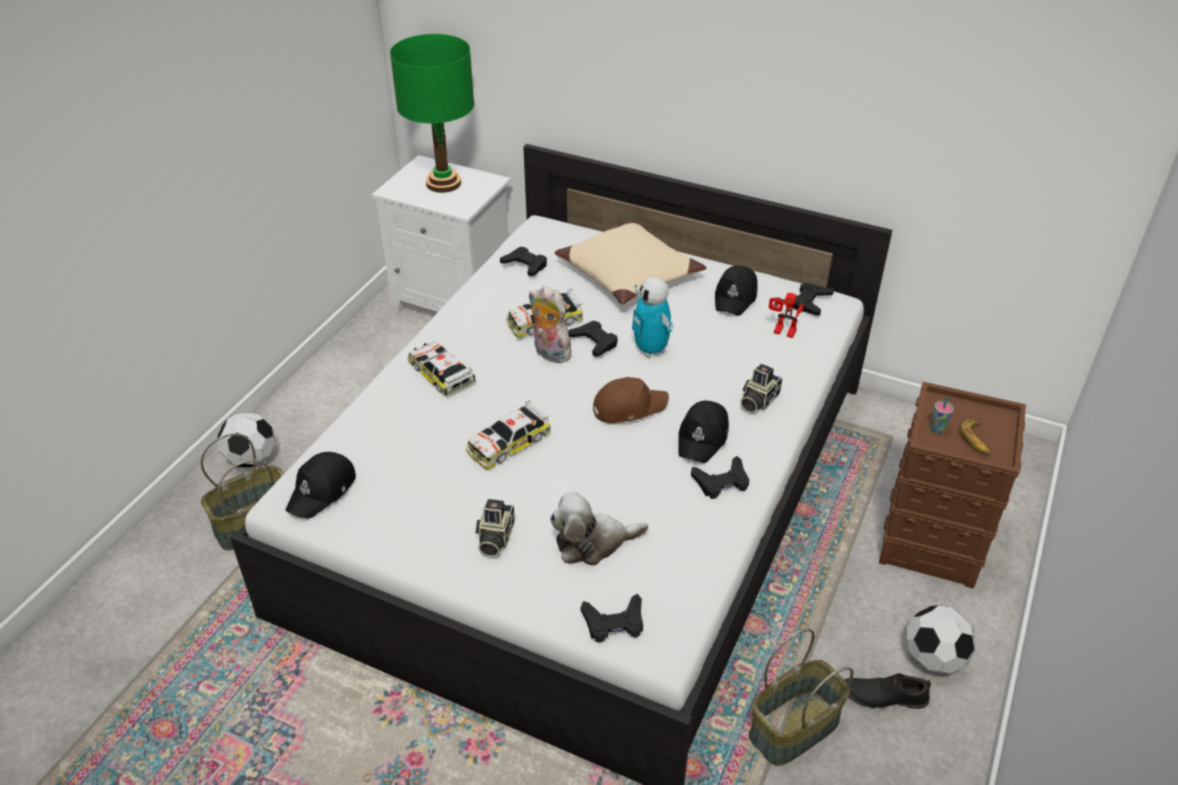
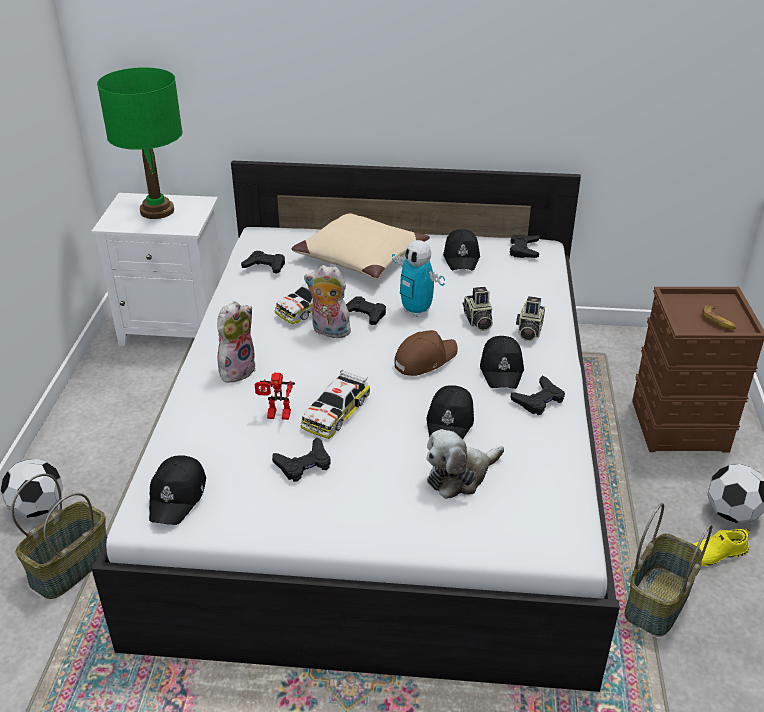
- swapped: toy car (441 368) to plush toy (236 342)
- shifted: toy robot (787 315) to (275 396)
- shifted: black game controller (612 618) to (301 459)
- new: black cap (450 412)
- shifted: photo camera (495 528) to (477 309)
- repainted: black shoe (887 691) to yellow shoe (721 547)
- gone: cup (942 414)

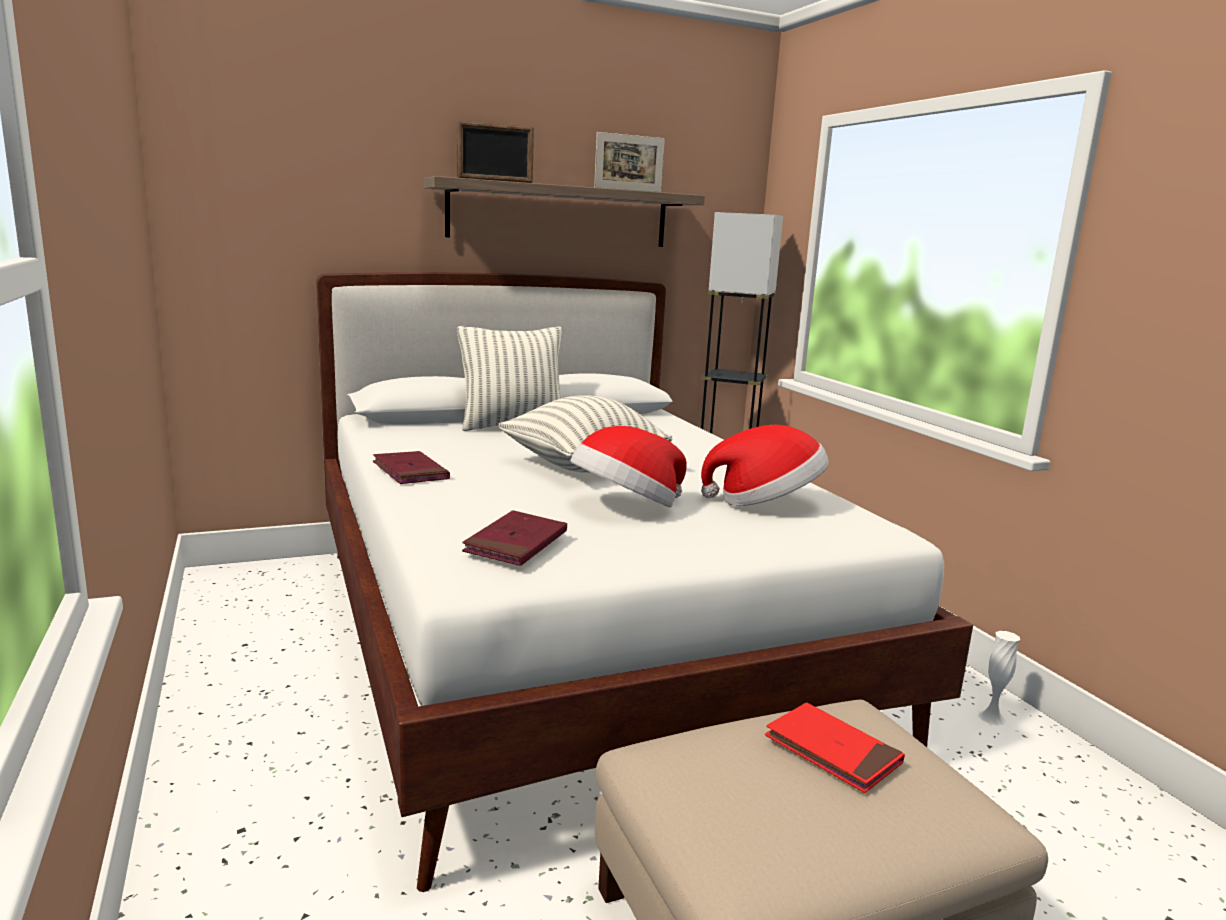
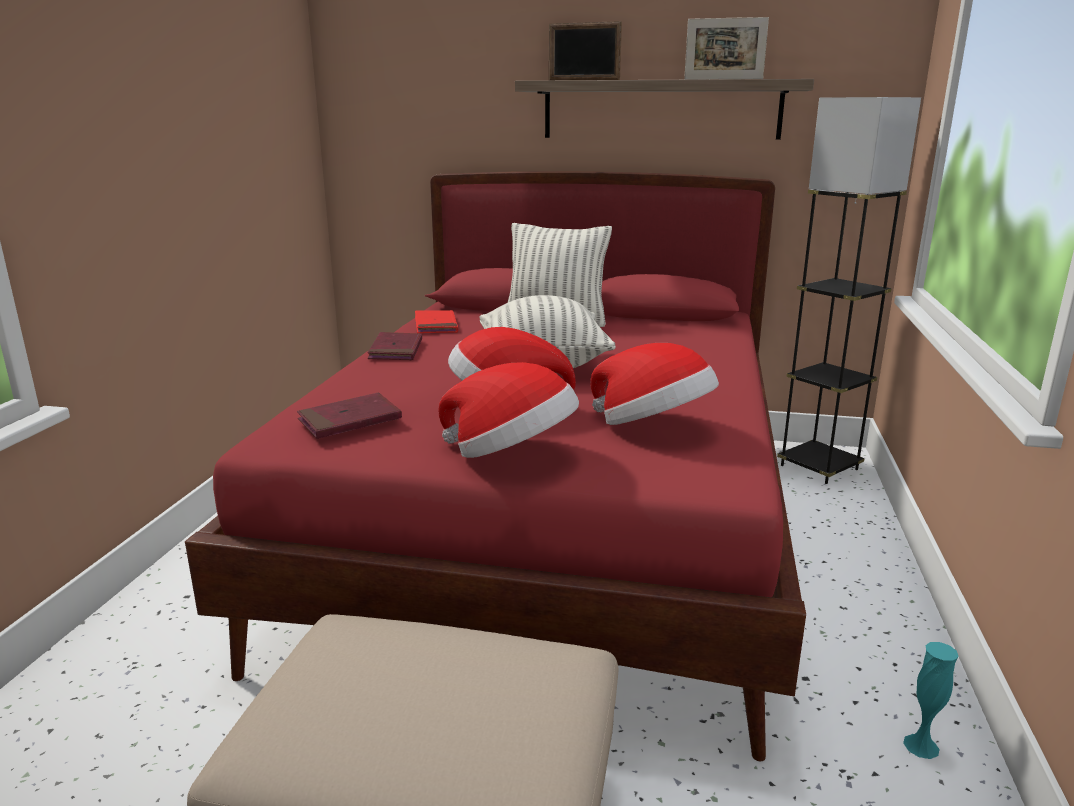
- repainted: white bed (644 582) to red bed (495 466)
- shifted: red book (835 748) to (436 321)
- new: hat (508 410)
- repainted: white vase (999 678) to turquoise vase (930 700)

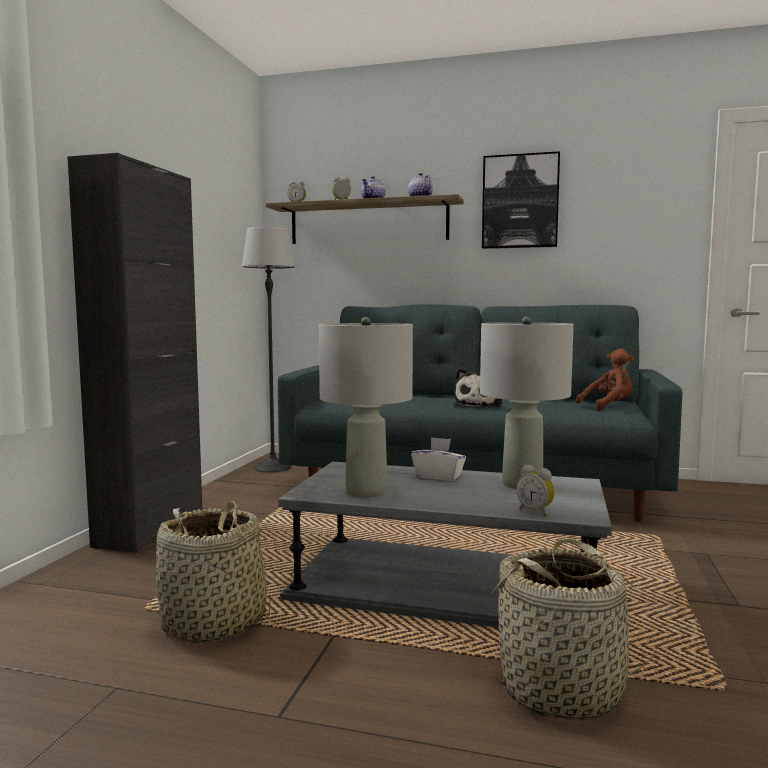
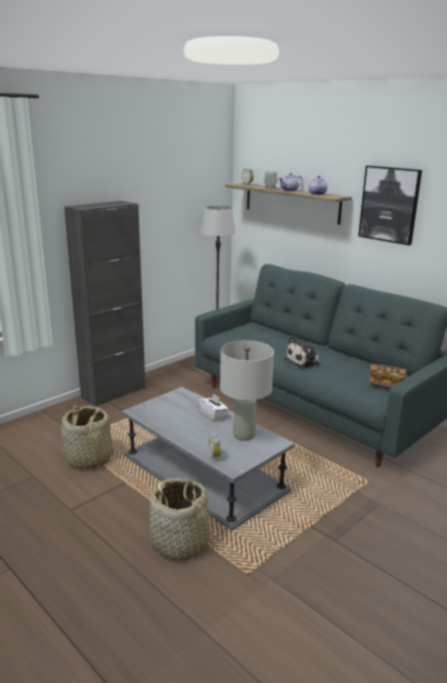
- swapped: brown plush toy (605 380) to book (387 375)
- gone: grey table lamp (366 407)

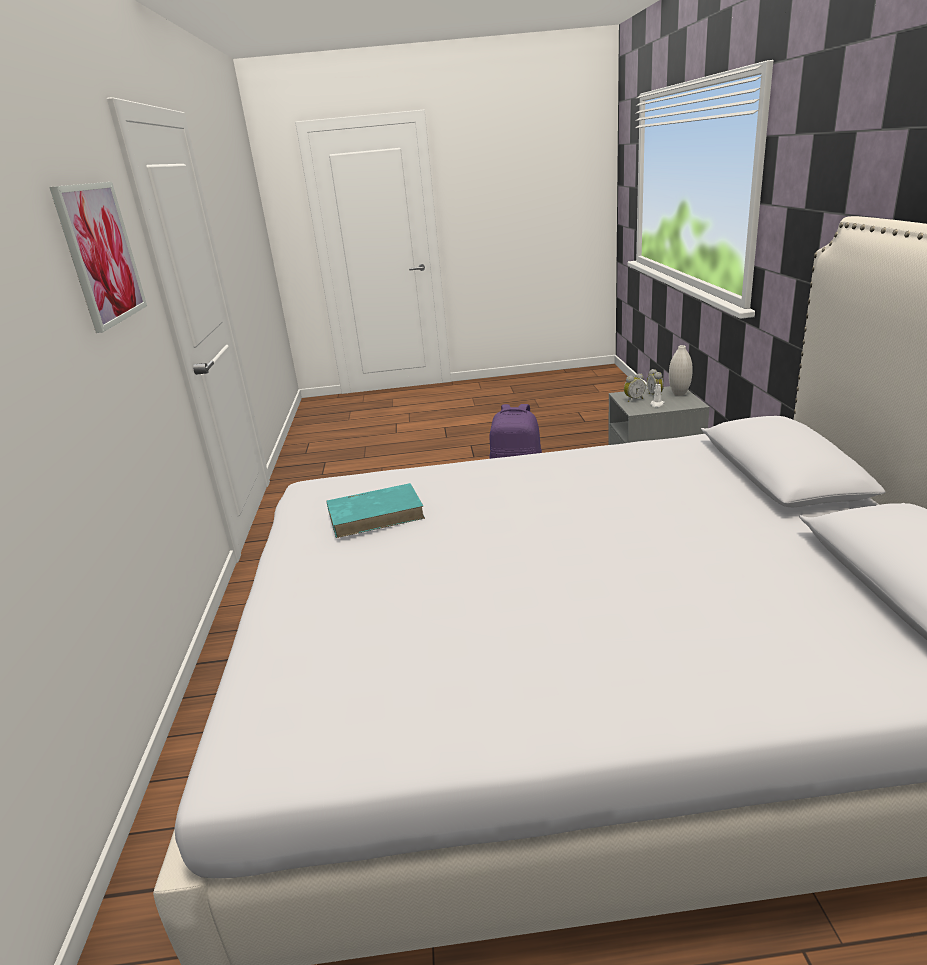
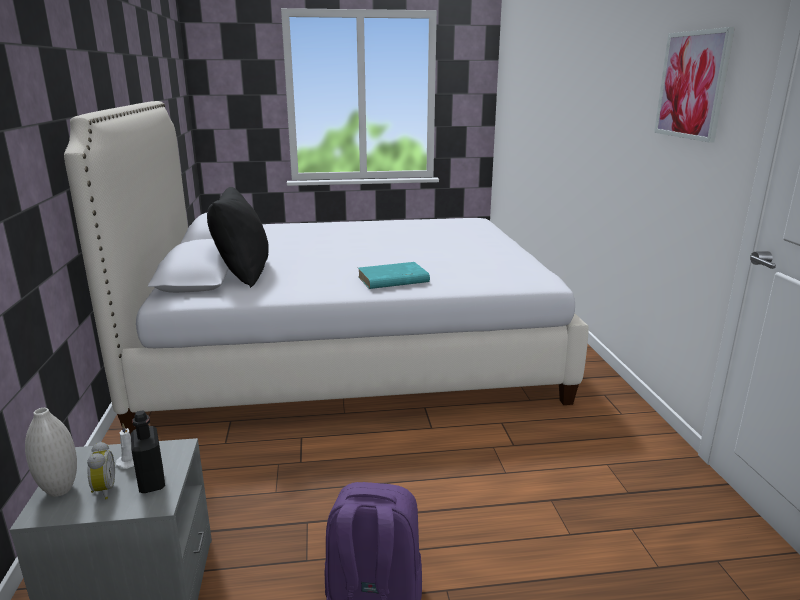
- swapped: alarm clock (635 388) to black bottle (148 451)
- new: black pillow (238 237)
- shifted: turquoise book (375 510) to (394 275)

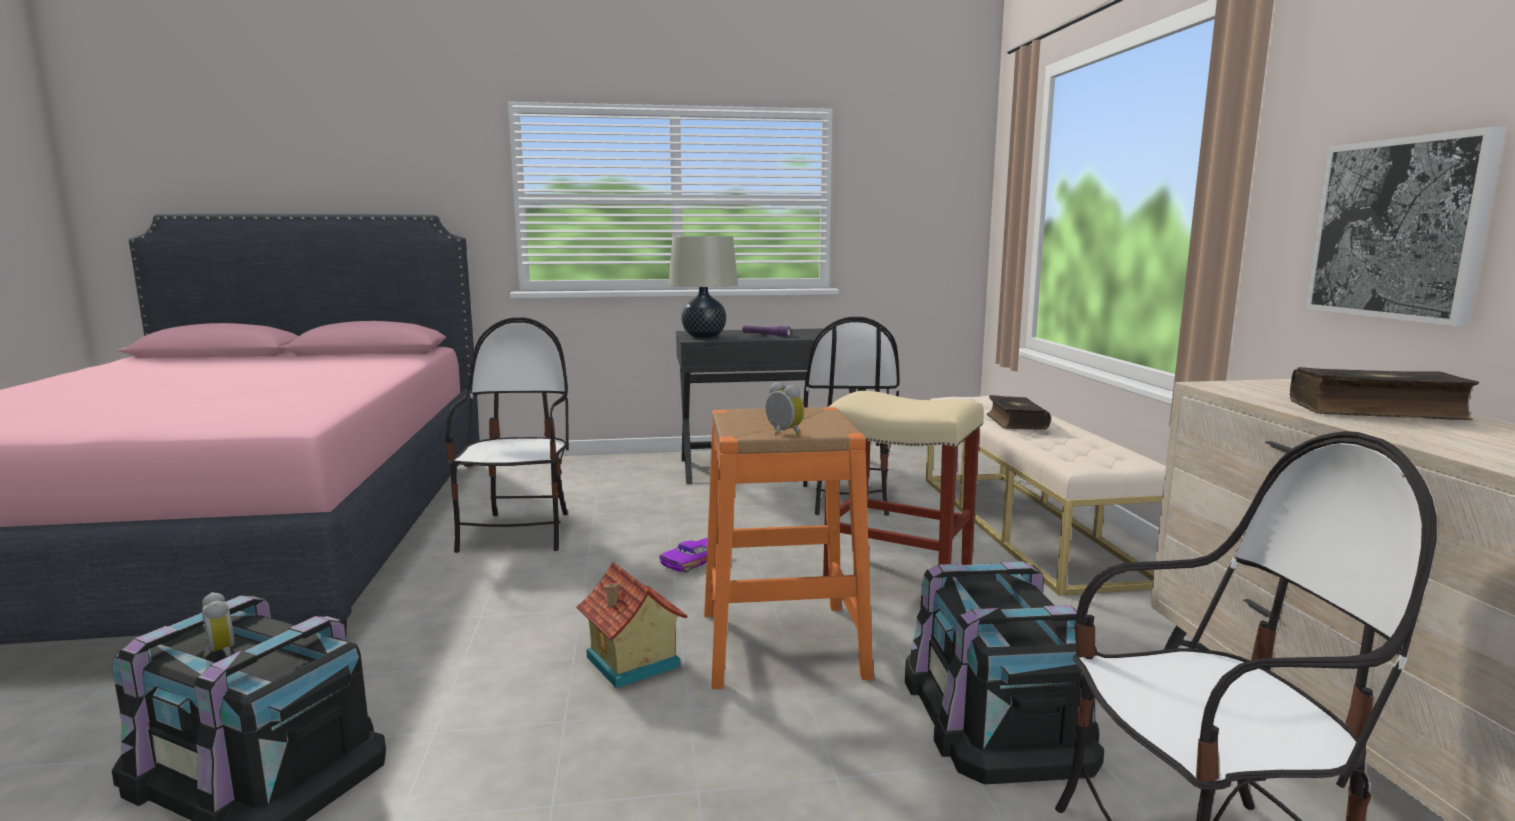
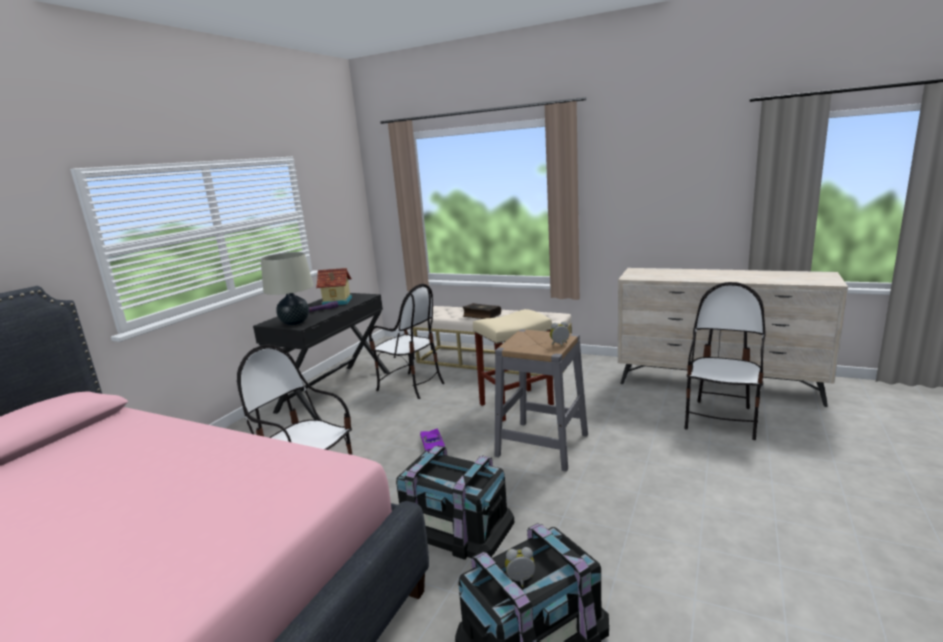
- shifted: toy house (631 625) to (334 286)
- shifted: black storage box (1004 672) to (455 503)
- repainted: orange stool (788 548) to grey stool (541 400)
- gone: book (1385 393)
- gone: picture (1405 226)

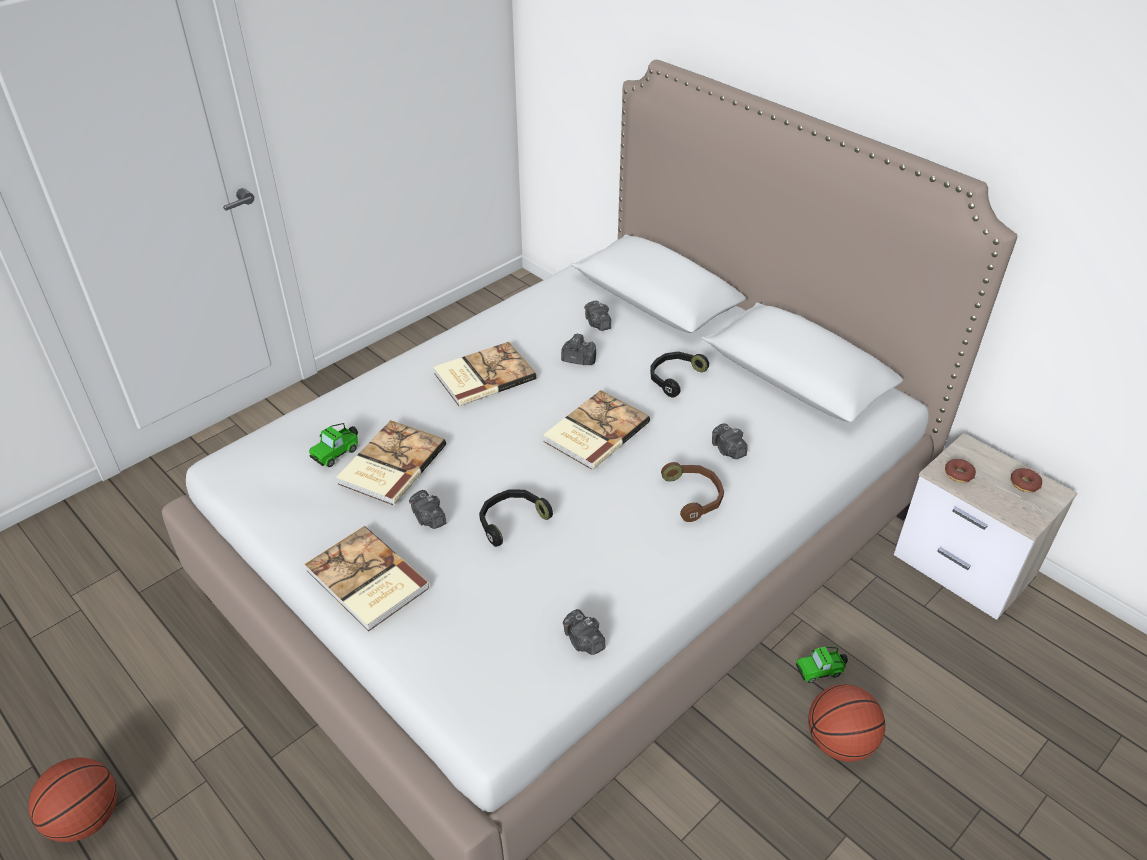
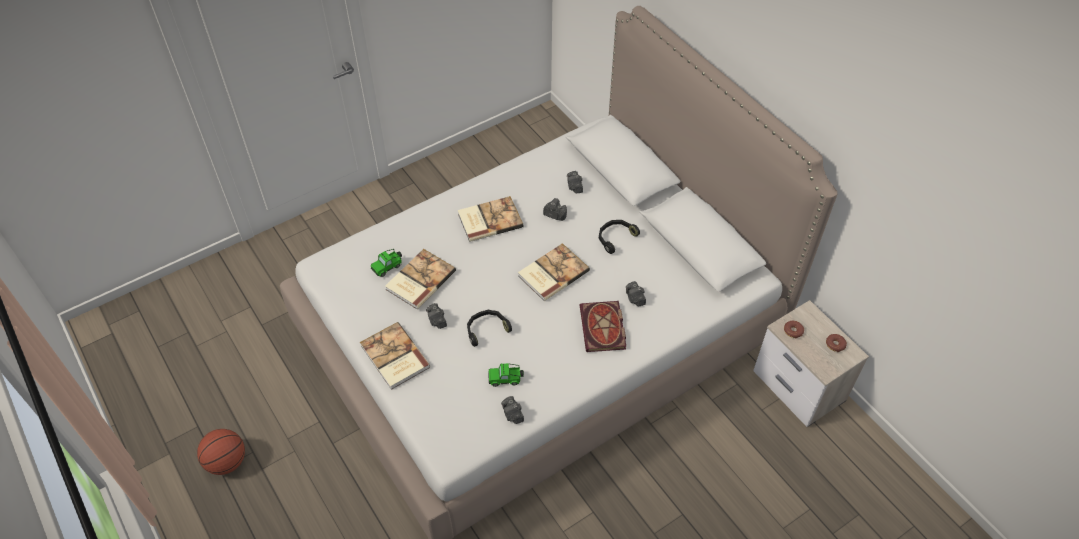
- shifted: toy car (822 665) to (506 375)
- swapped: brown headphones (692 492) to book (603 326)
- gone: basketball (846 723)

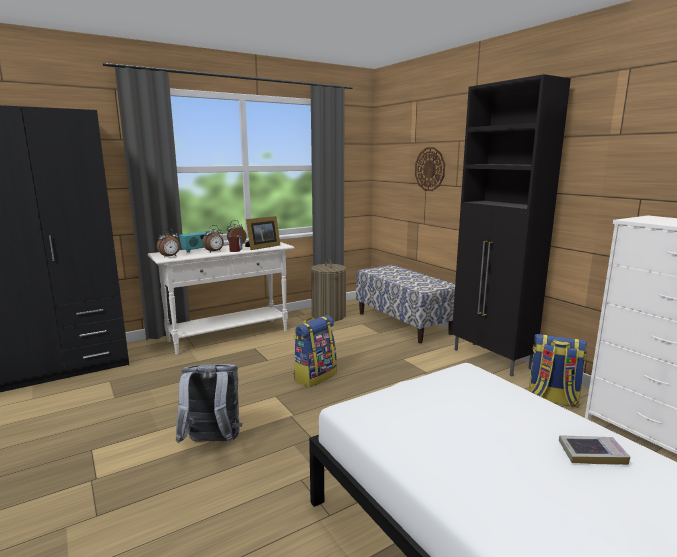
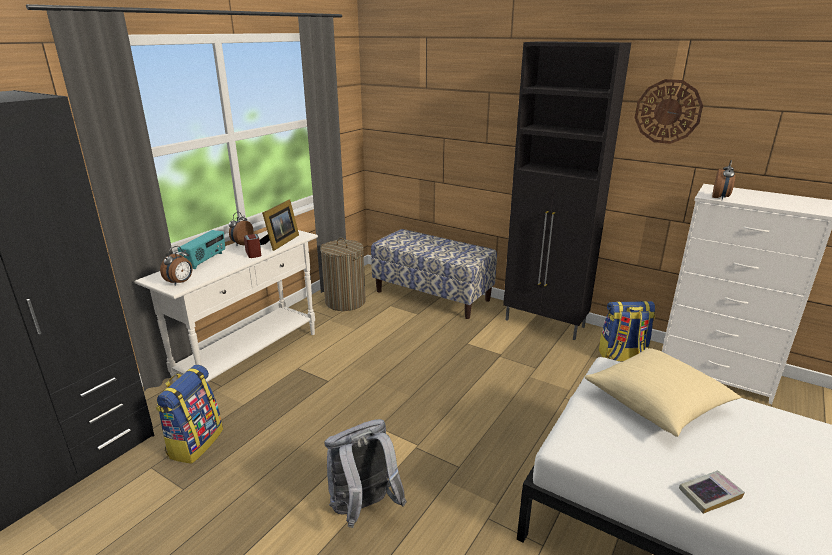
- shifted: backpack (315 351) to (189 414)
- new: beige pillow (663 392)
- shifted: wall clock (430 169) to (669 111)
- shifted: book (595 450) to (712 492)
- shifted: alarm clock (213 238) to (723 180)

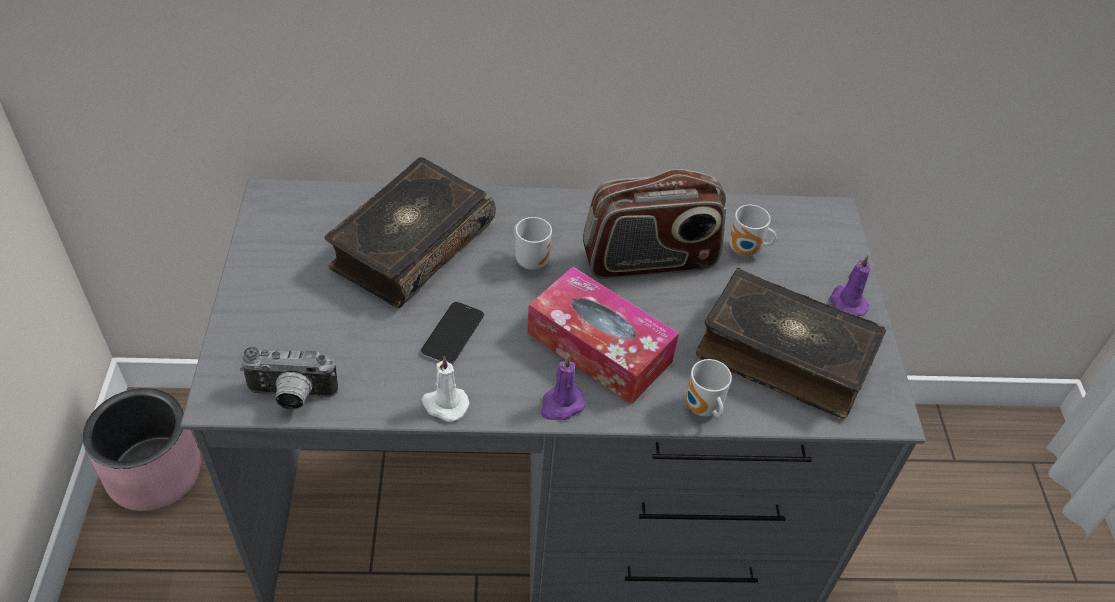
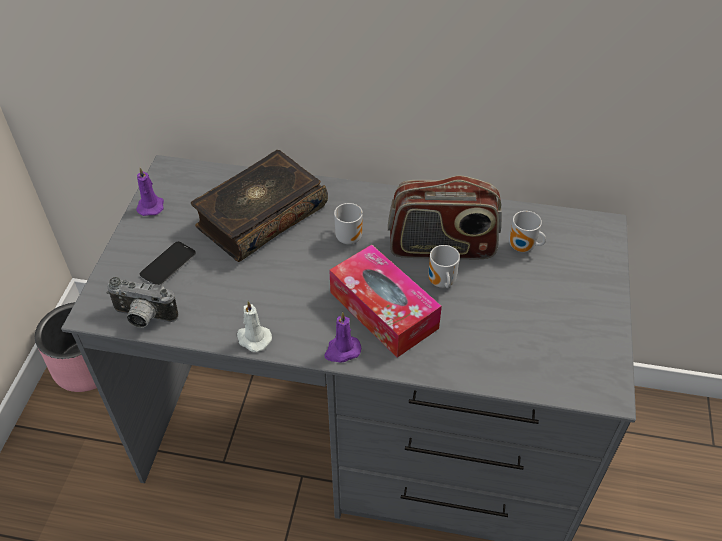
- shifted: purple candle (850 285) to (150 191)
- shifted: phone (452 333) to (167 263)
- shifted: mug (709 388) to (444 266)
- gone: book (791 343)

